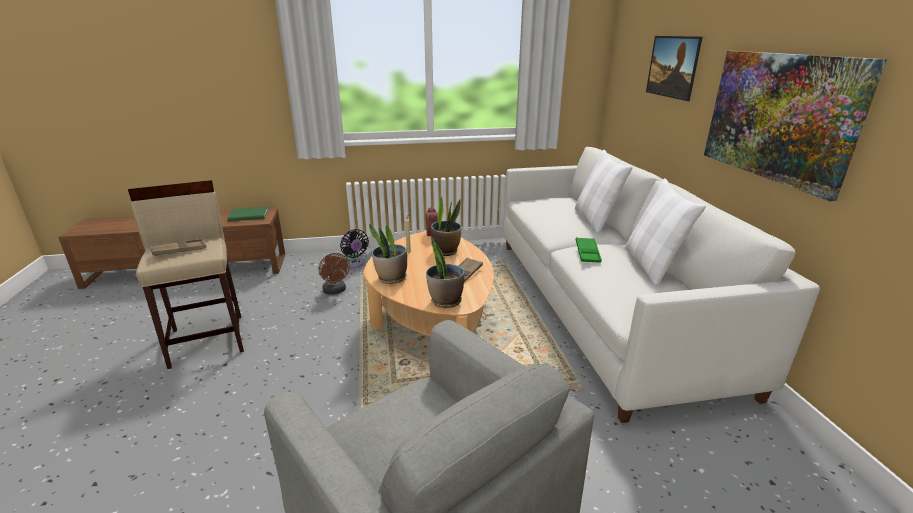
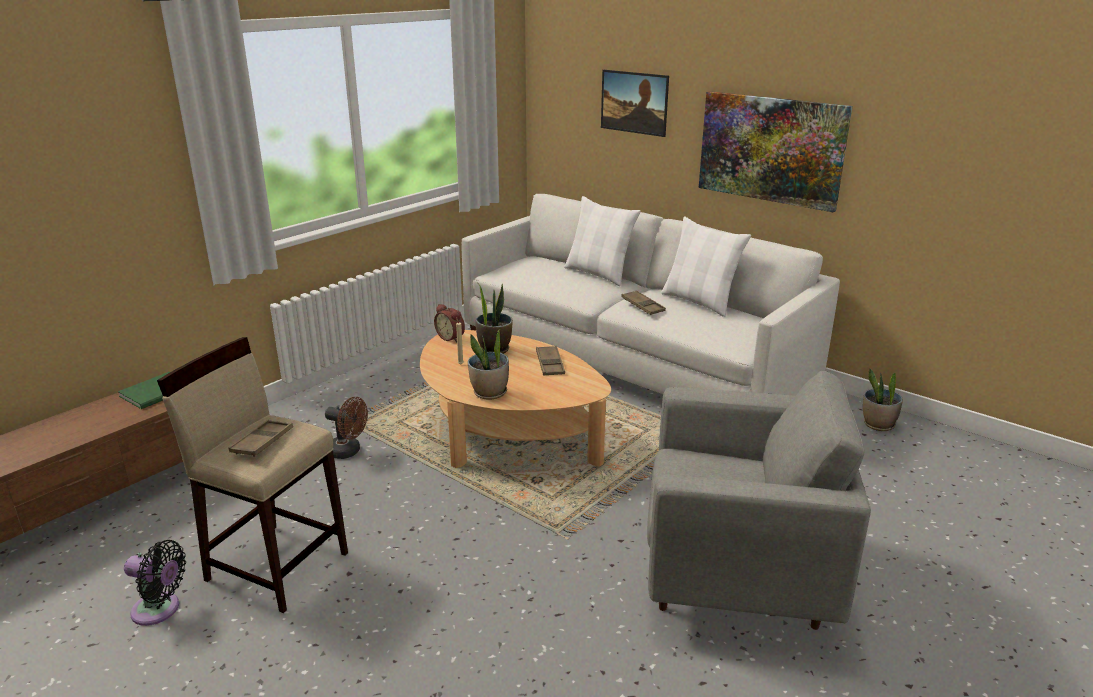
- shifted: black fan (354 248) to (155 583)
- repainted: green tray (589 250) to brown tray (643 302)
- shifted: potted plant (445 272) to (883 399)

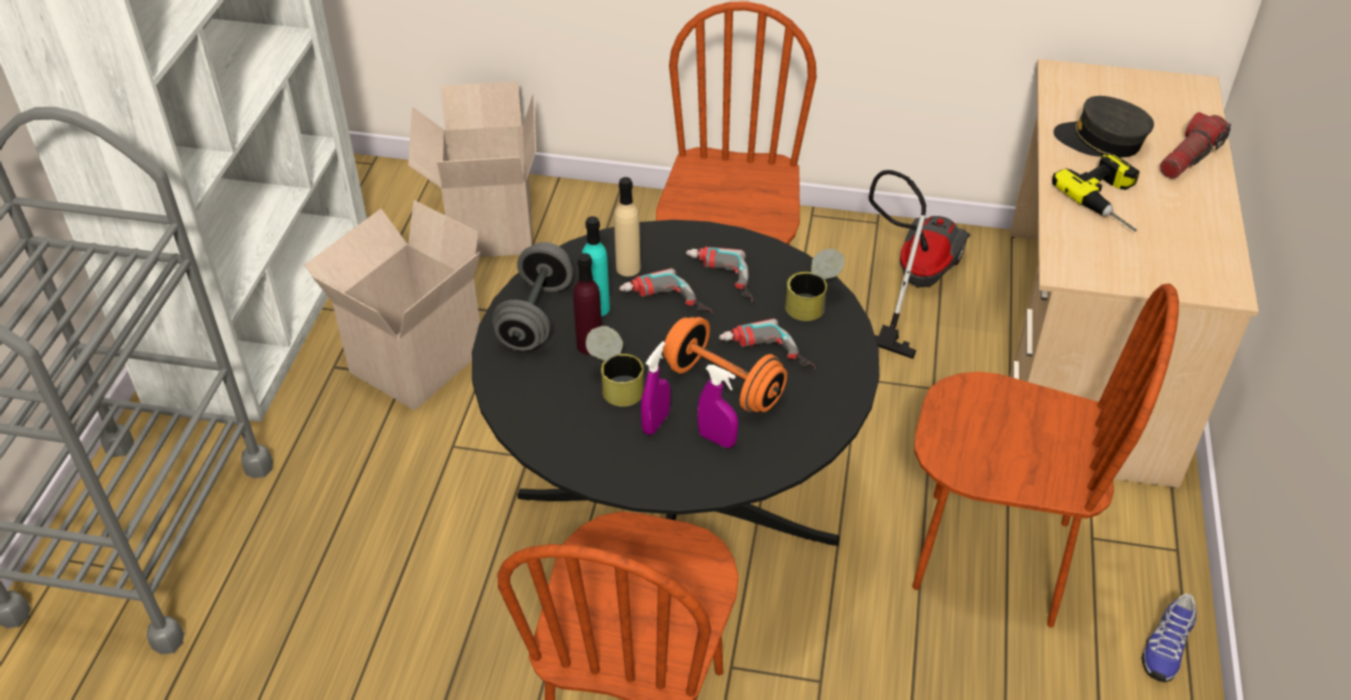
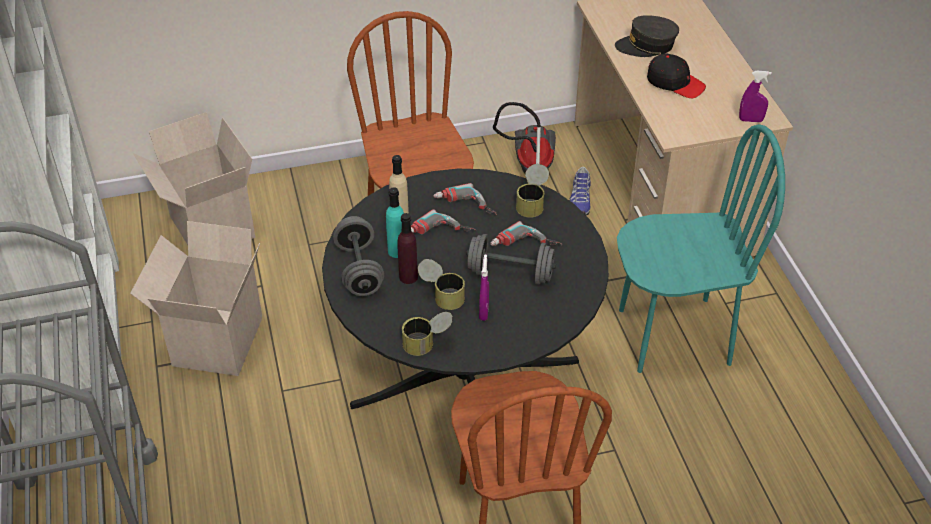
- new: can (427 334)
- repainted: orange dumbbell (725 364) to grey dumbbell (511 259)
- shifted: shoe (1169 637) to (580 191)
- repainted: brown chair (1046 456) to turquoise chair (701 248)
- swapped: power drill (1096 192) to black cap (676 75)
- shifted: purple spray bottle (717 406) to (755 96)
- gone: flashlight (1195 145)

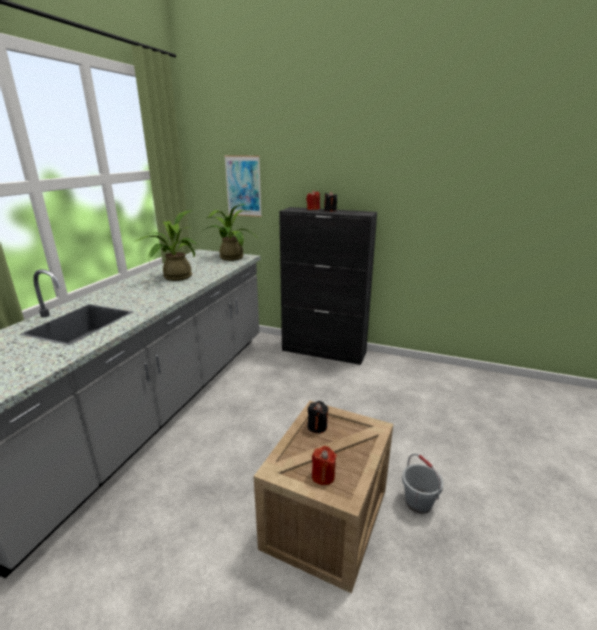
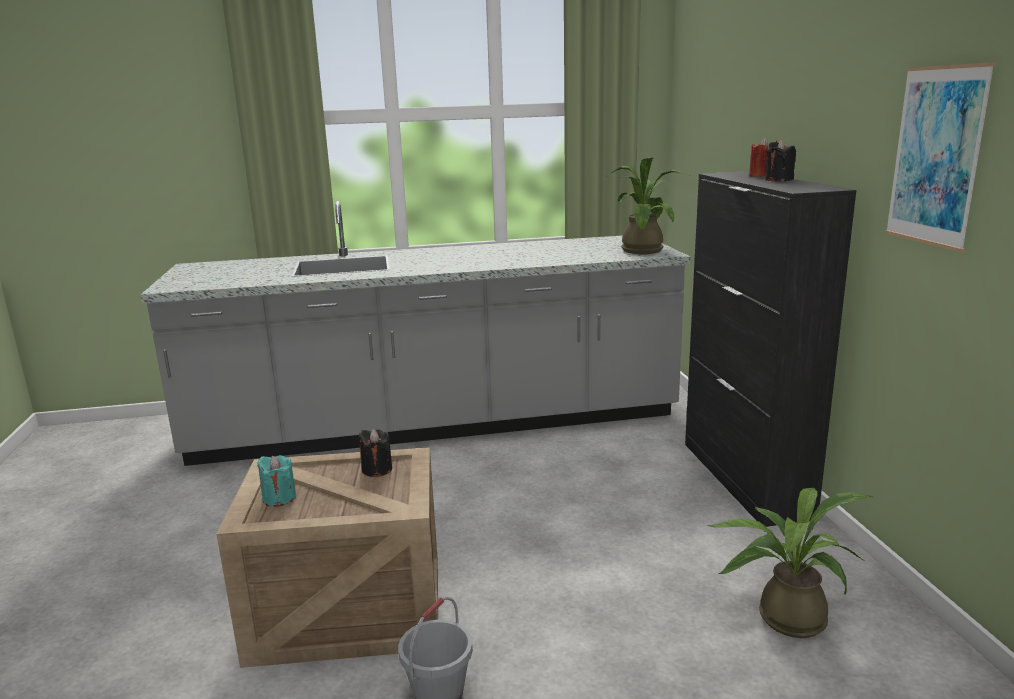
- repainted: red candle (324 465) to turquoise candle (276 481)
- shifted: potted plant (165 245) to (789 563)
- shifted: picture (243 186) to (940 157)

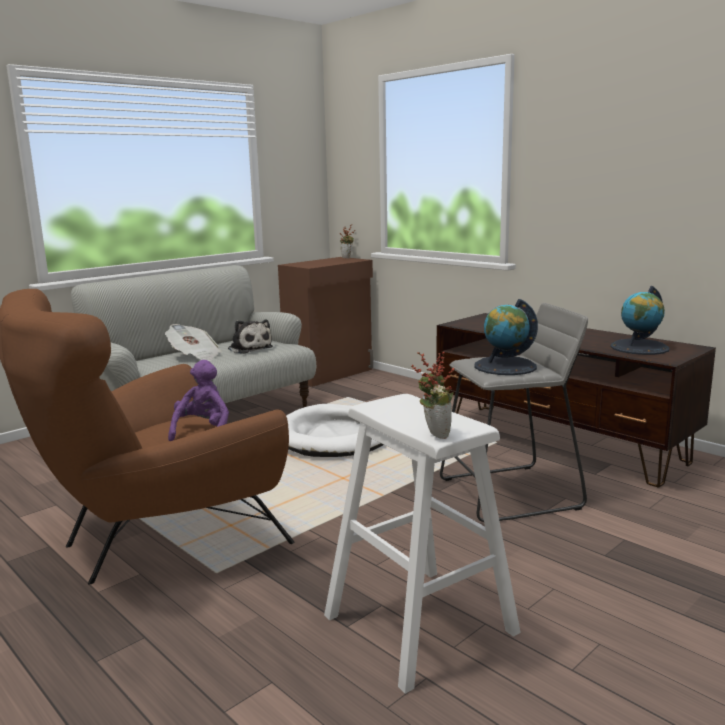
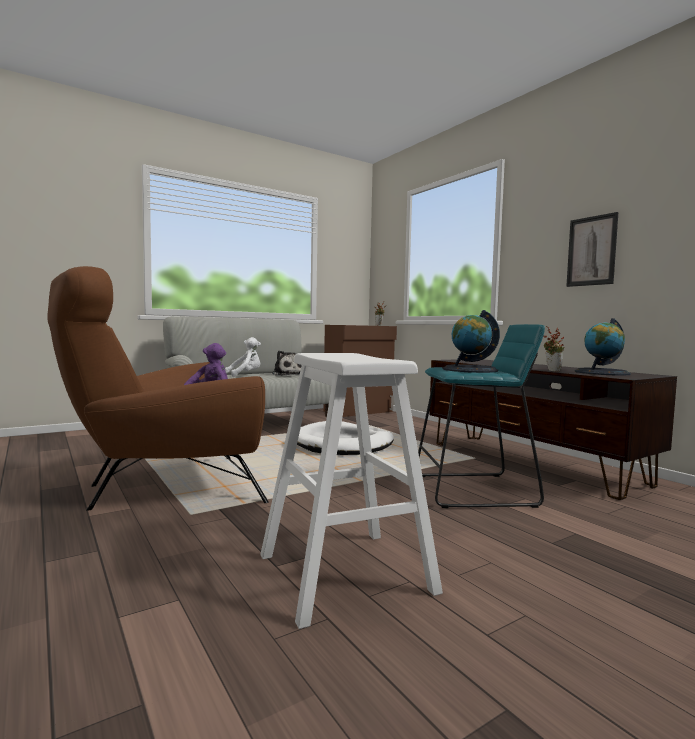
- swapped: newspaper (193 342) to white plush toy (243 357)
- repainted: grey stool (514 412) to turquoise stool (481 416)
- shifted: potted plant (433 395) to (553 349)
- new: picture (592 249)

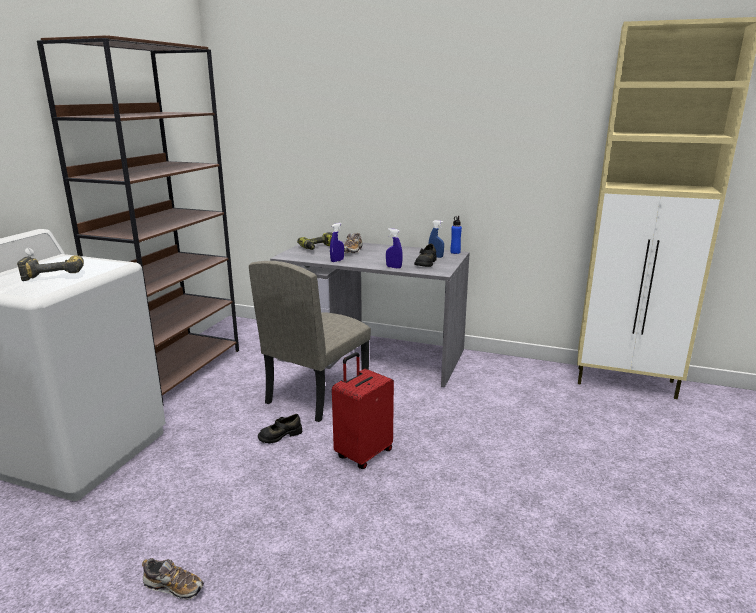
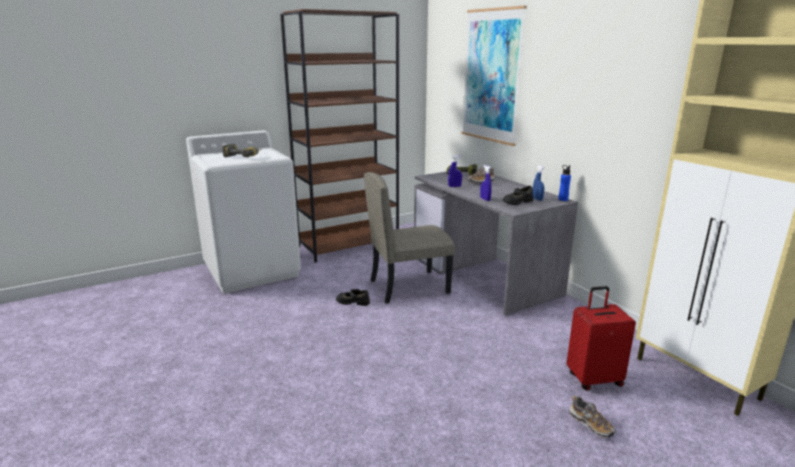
- new: picture (494 76)
- shifted: red suitcase (363 410) to (601 338)
- shifted: shoe (173 579) to (593 417)

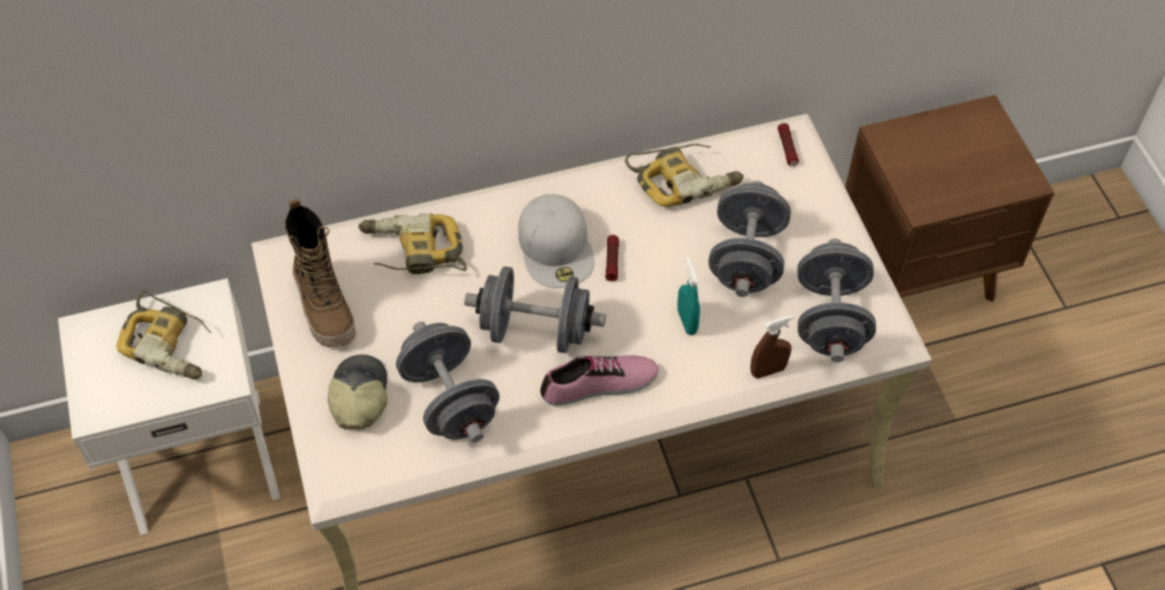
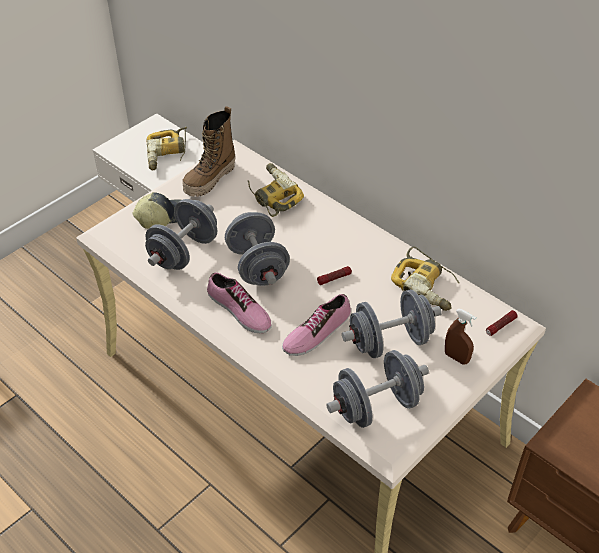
- swapped: turquoise spray bottle (688 296) to shoe (316 325)
- shifted: brown spray bottle (772 346) to (460 337)
- gone: white cap (556 241)

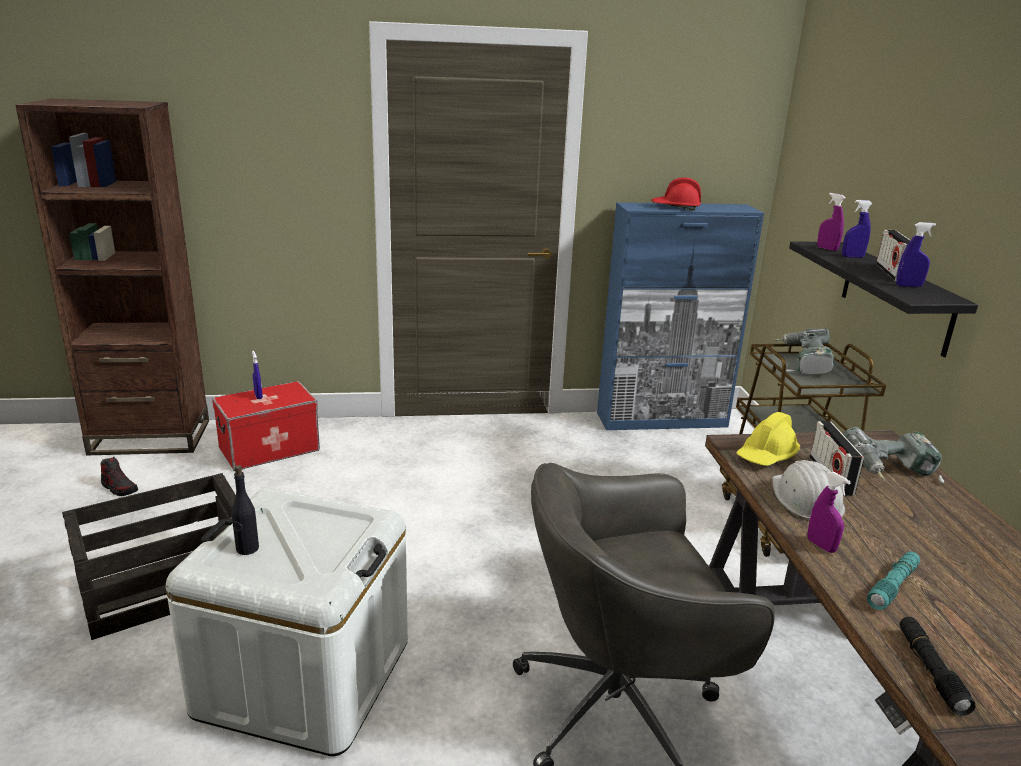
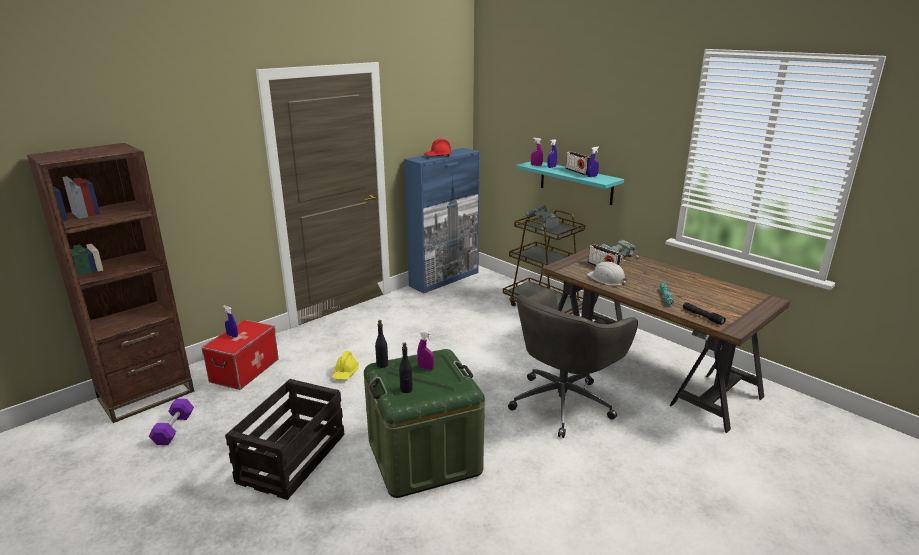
- swapped: shoe (119 476) to purple dumbbell (171 422)
- shifted: yellow hard hat (768 439) to (345 365)
- repainted: white storage box (287 622) to green storage box (424 423)
- new: black bottle (381 344)
- shifted: purple spray bottle (829 512) to (425 350)
- repainted: black shelf (883 299) to turquoise shelf (570 183)

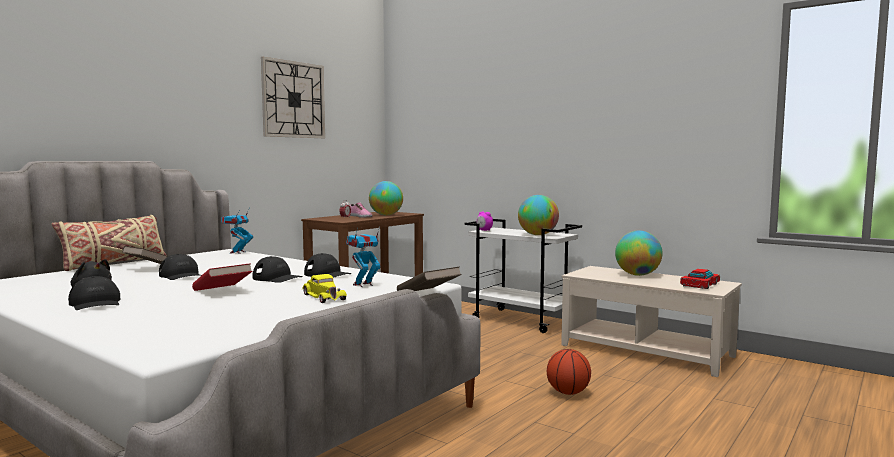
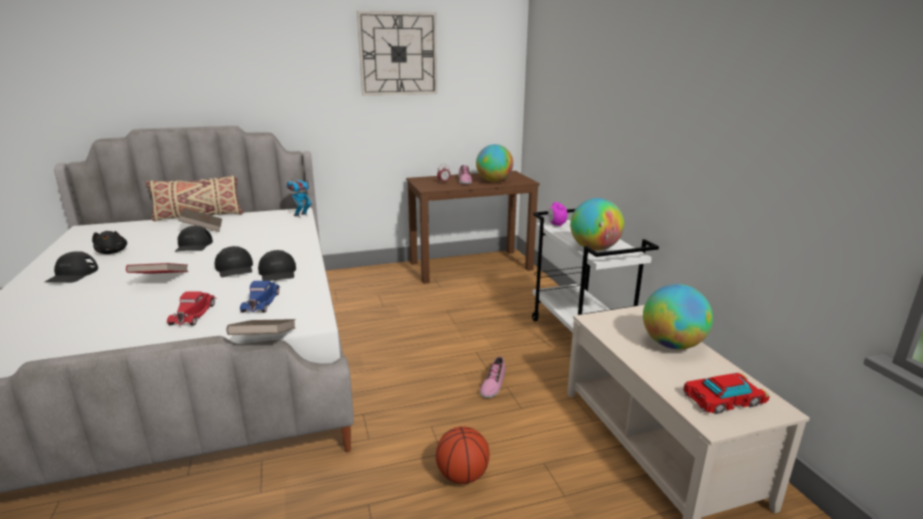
- repainted: yellow toy car (324 288) to red toy car (192 309)
- swapped: toy robot (363 256) to blue toy car (260 297)
- new: shoe (492 377)

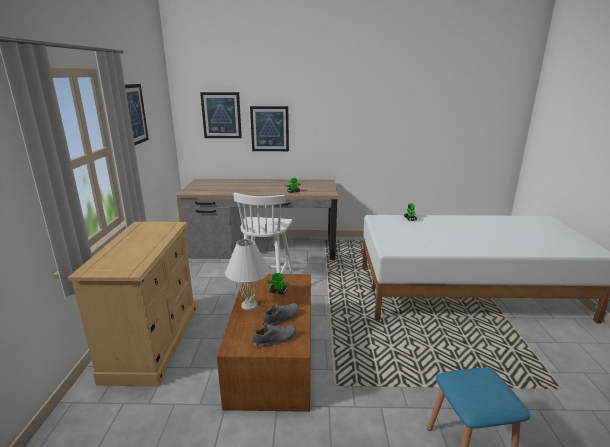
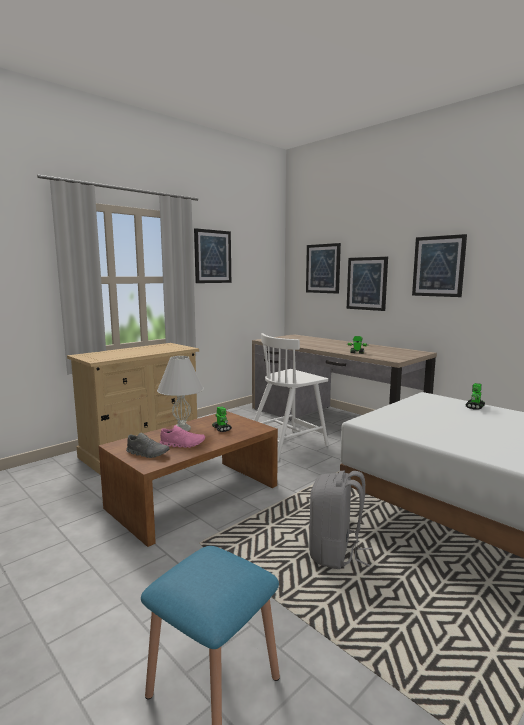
- repainted: grey shoe (280 314) to pink shoe (182 436)
- new: grey backpack (340 520)
- new: picture (439 265)

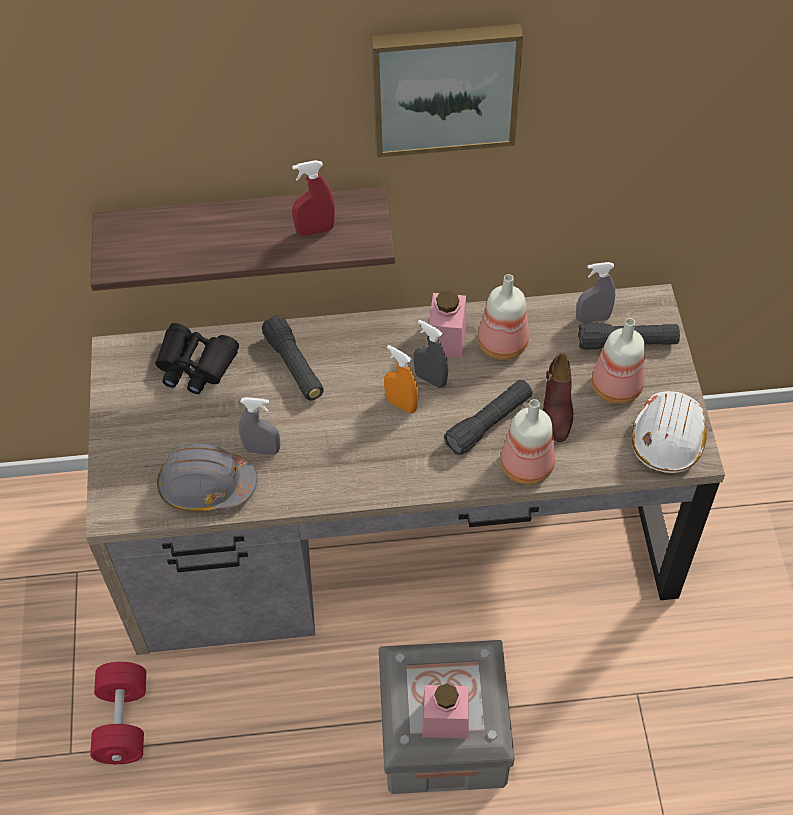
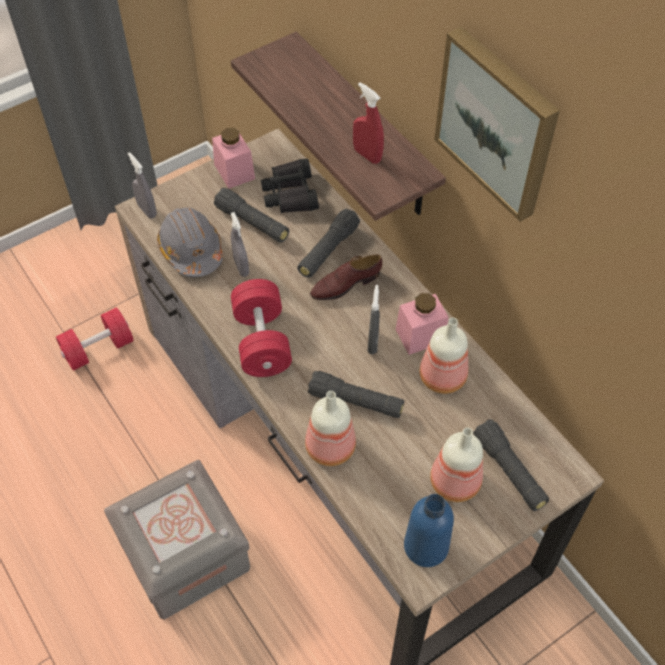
- shifted: grey spray bottle (596 292) to (142 185)
- shifted: pink jar (445 711) to (233 158)
- new: black flashlight (251 215)
- new: red dumbbell (261 328)
- shifted: brown shoe (558 397) to (346 277)
- swapped: white hard hat (669 432) to blue bottle (429 530)
- gone: orange spray bottle (401 379)

